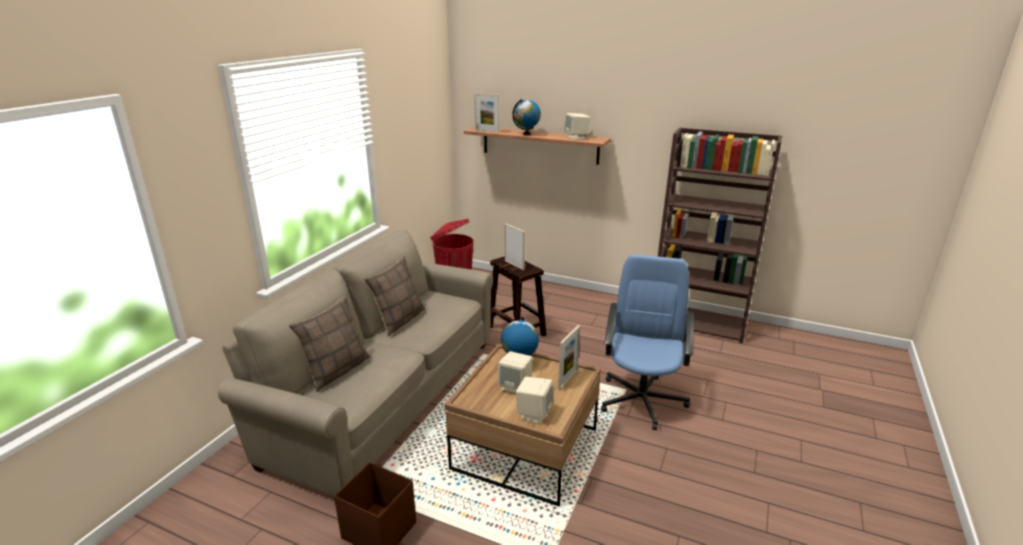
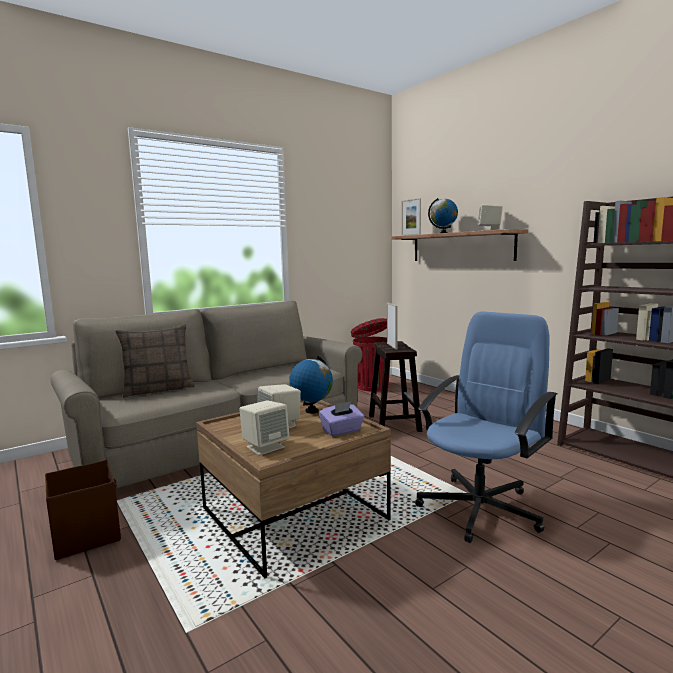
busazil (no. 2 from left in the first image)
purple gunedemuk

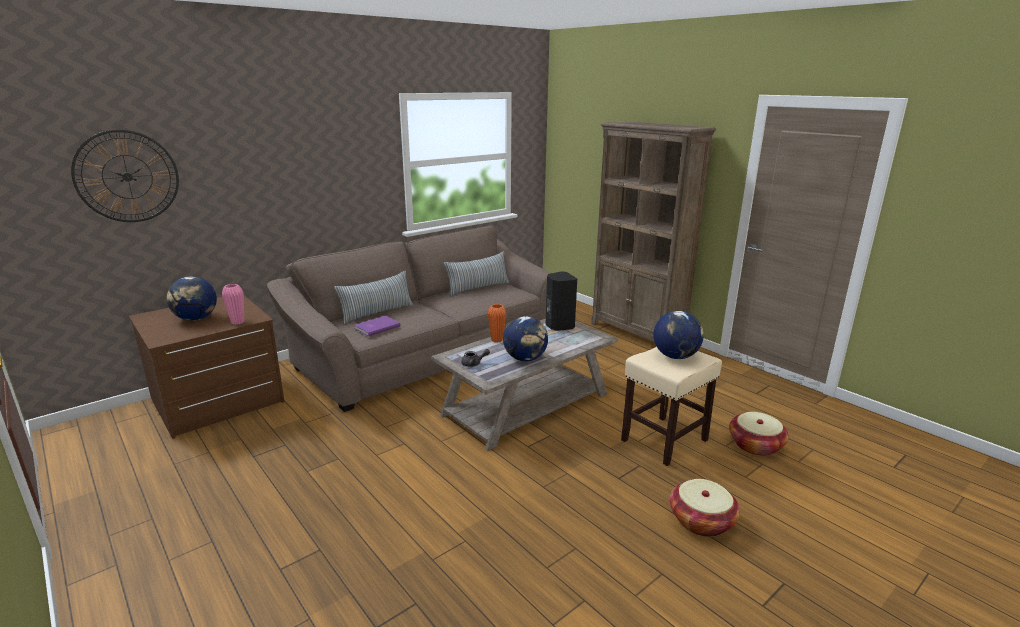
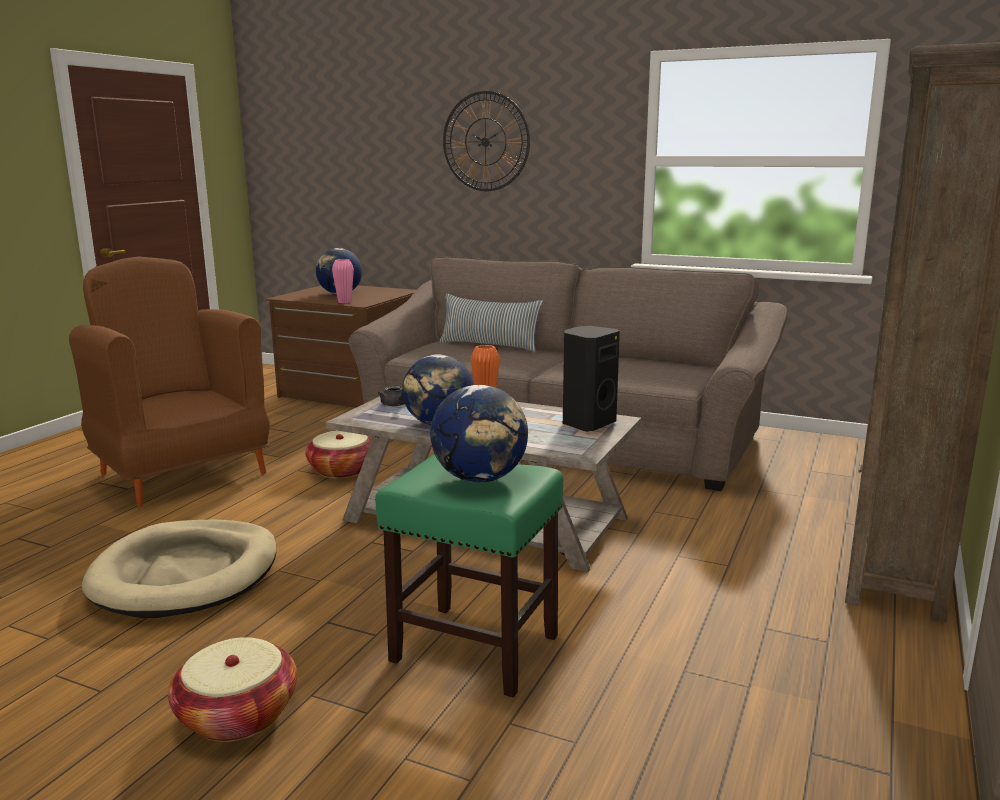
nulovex
busazil (no. 2 from left in the first image)
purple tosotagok
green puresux
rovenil (no. 2 from left)
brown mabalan
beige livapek

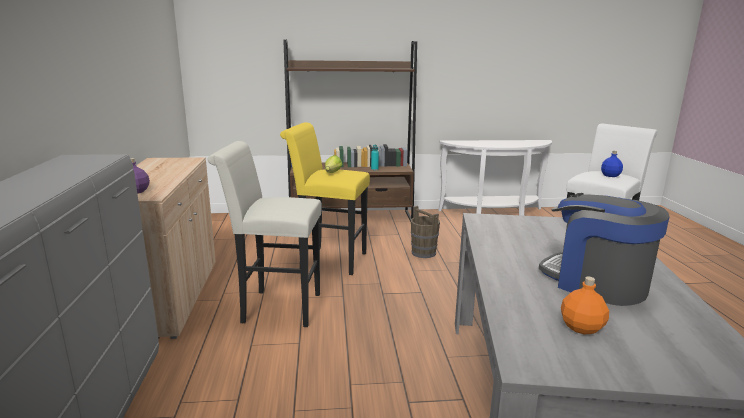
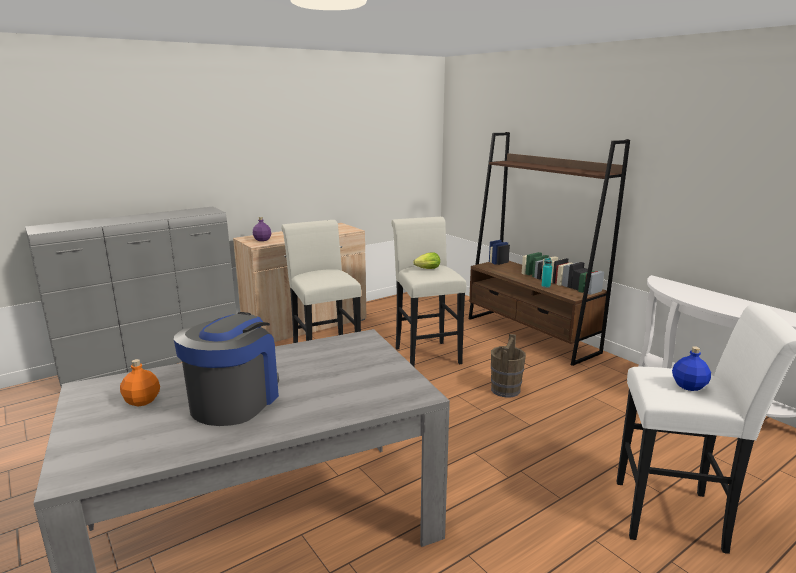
white puresux (no. 2 from left)

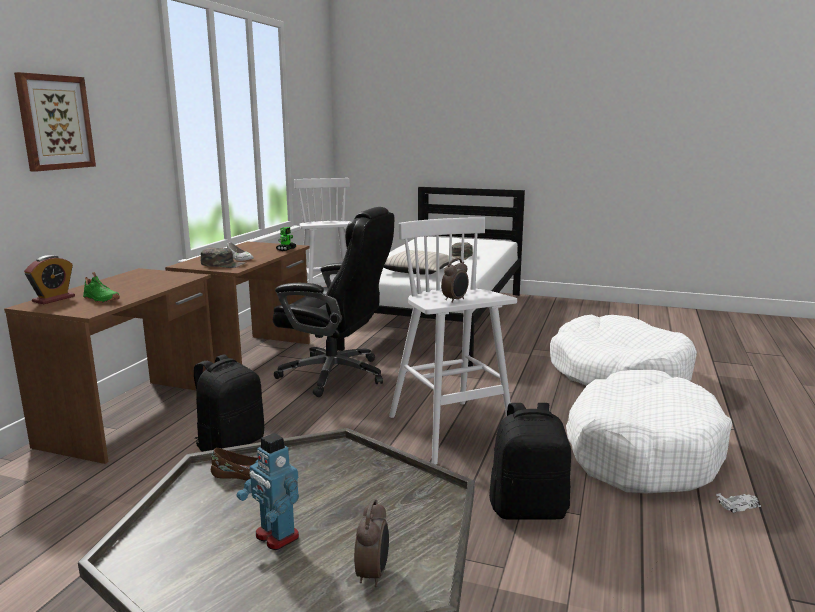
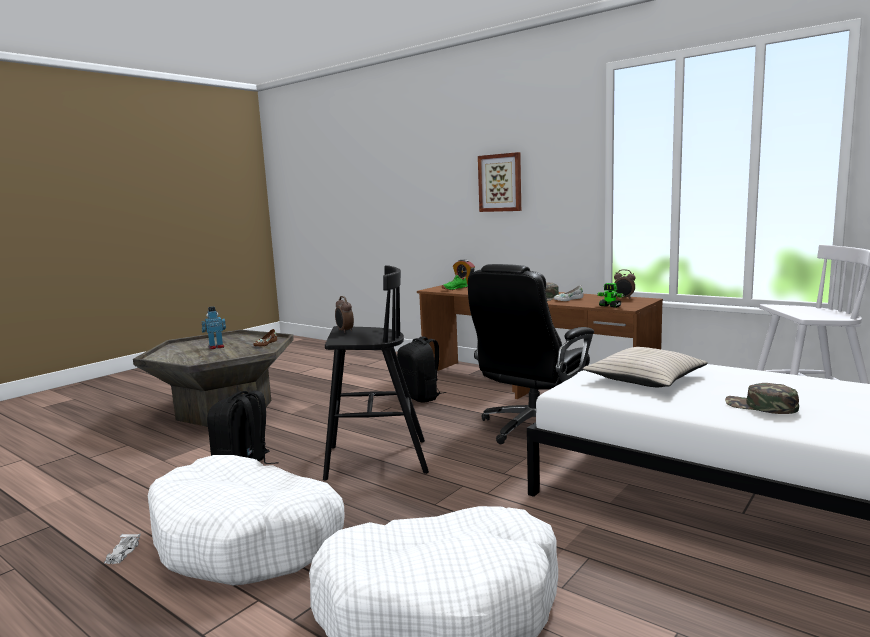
black puresux
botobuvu (no. 3 from left)

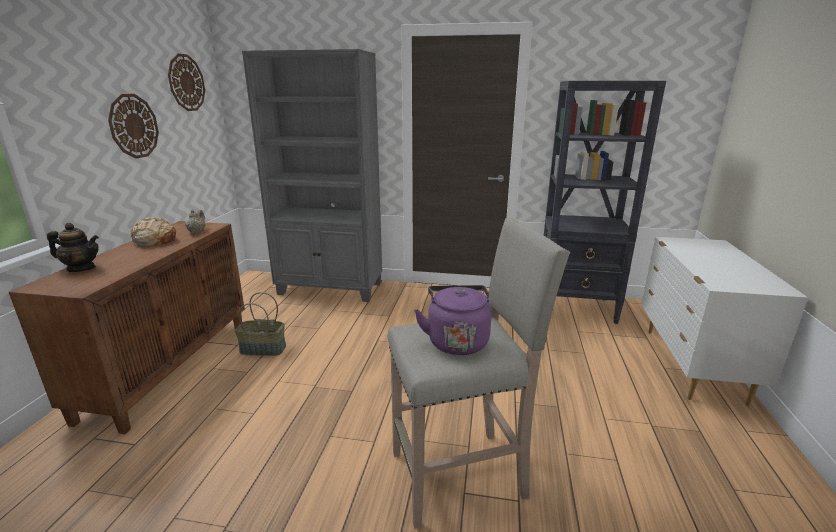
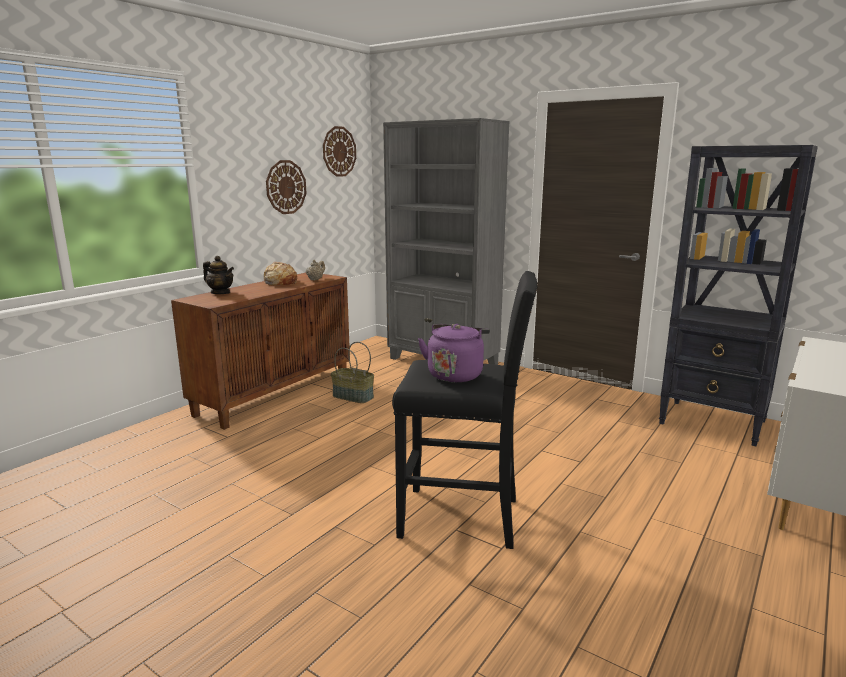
black puresux

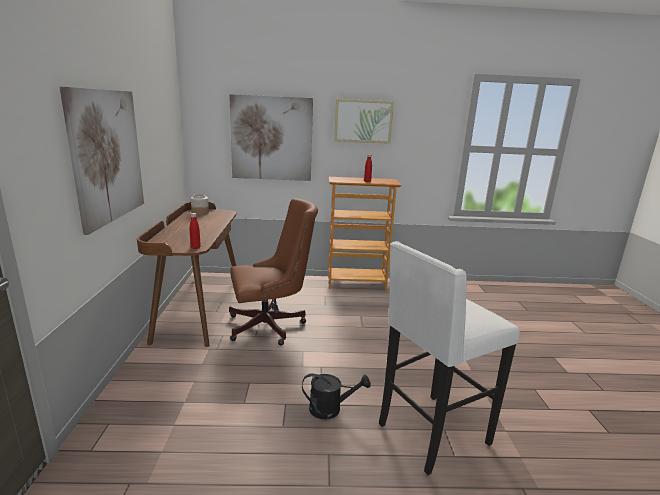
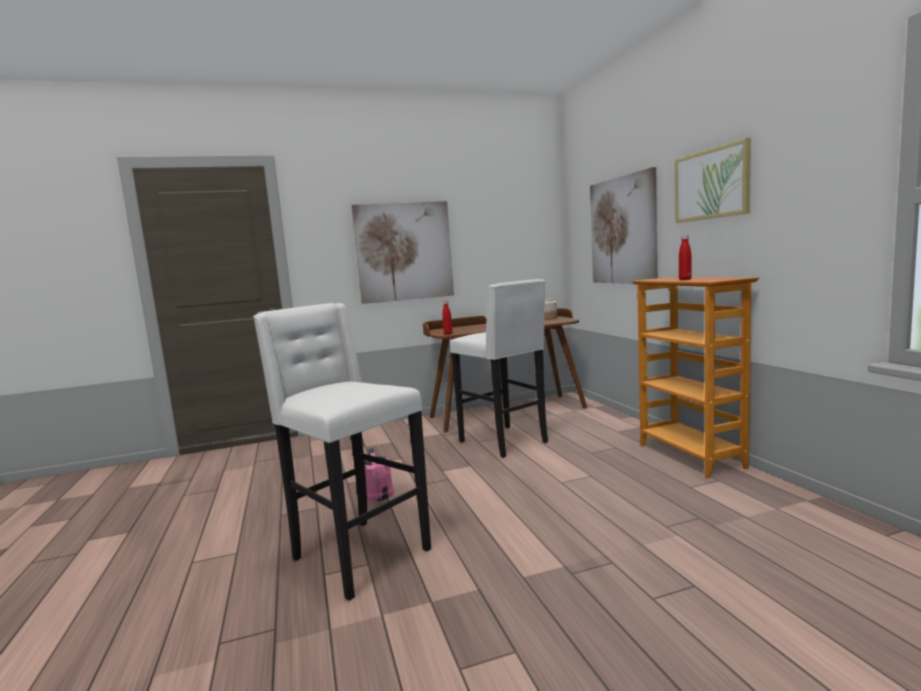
white puresux (no. 2 from left)
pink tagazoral

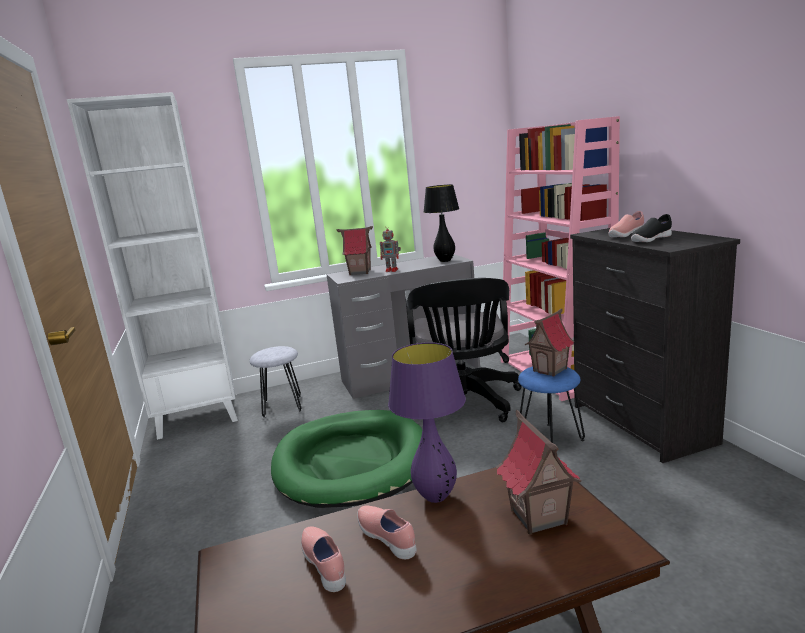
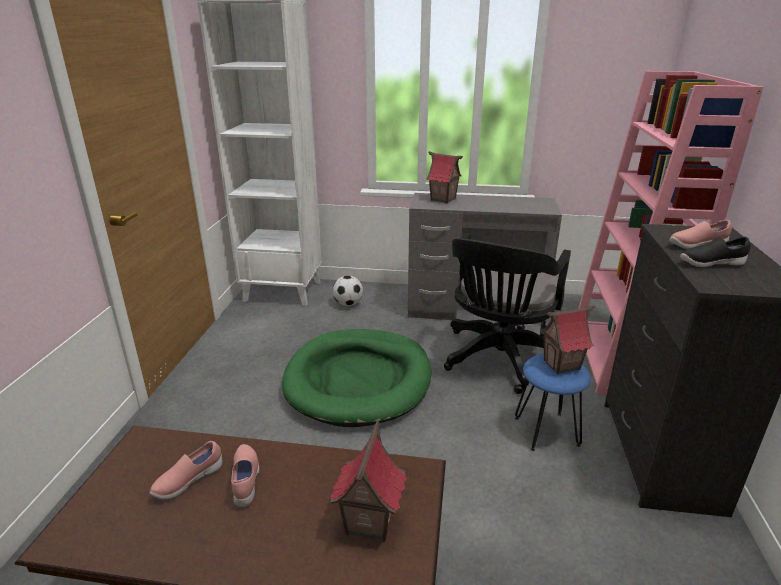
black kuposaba
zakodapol
purple kuposaba
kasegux
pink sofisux (no. 1 from left)

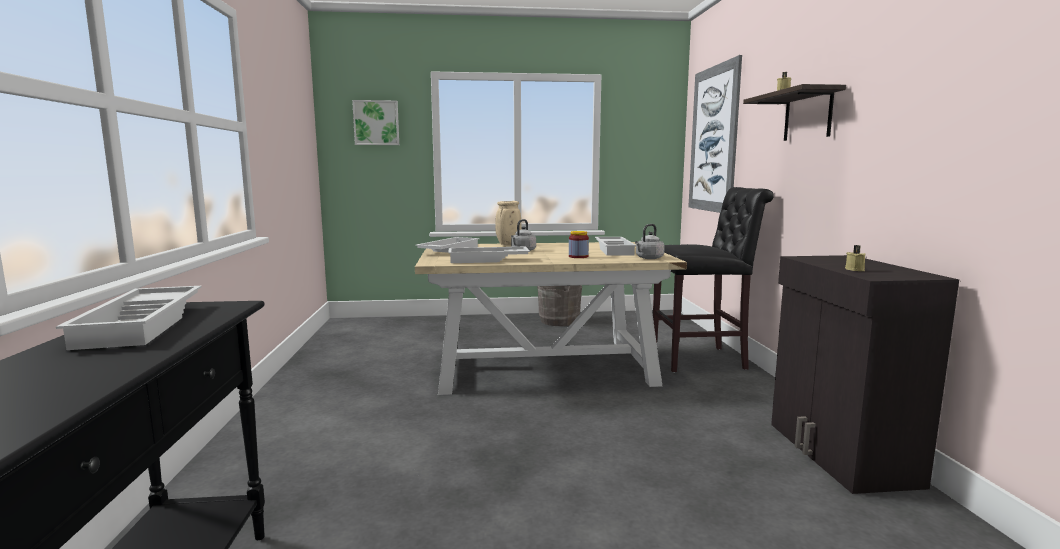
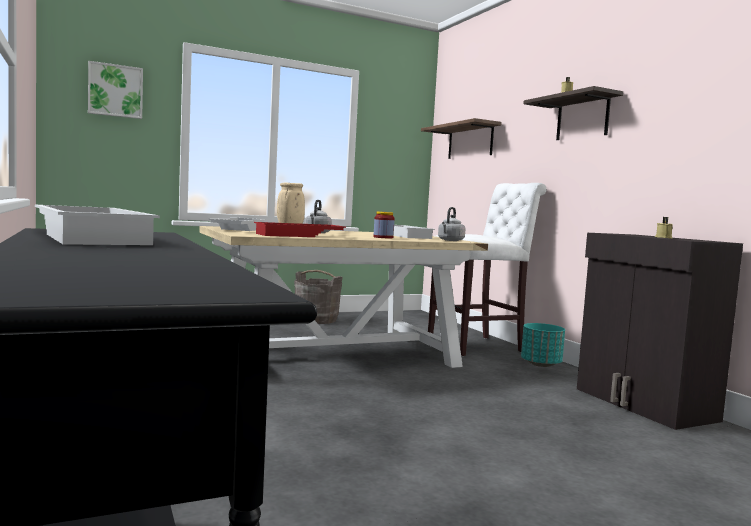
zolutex (no. 1 from left)
white puresux
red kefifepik
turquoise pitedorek

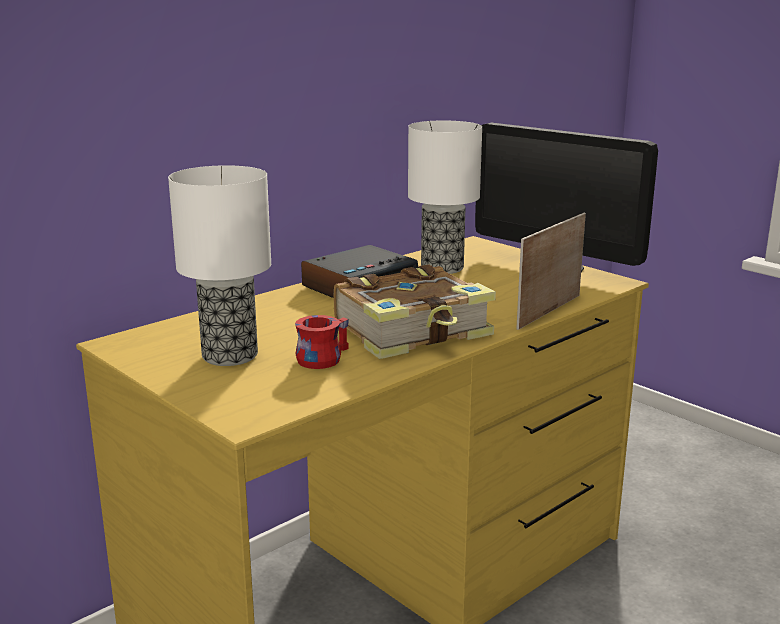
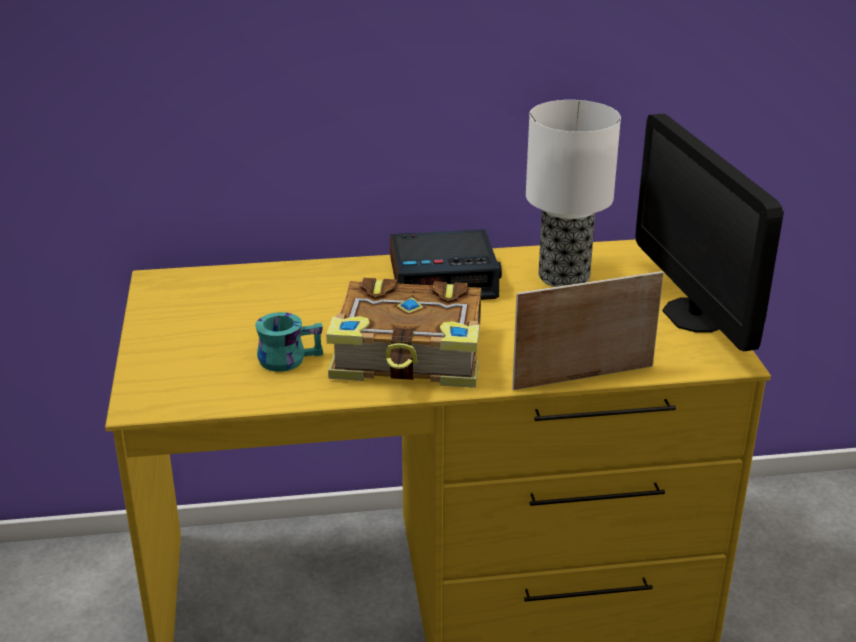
kuposaba (no. 1 from left in the first image)
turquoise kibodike

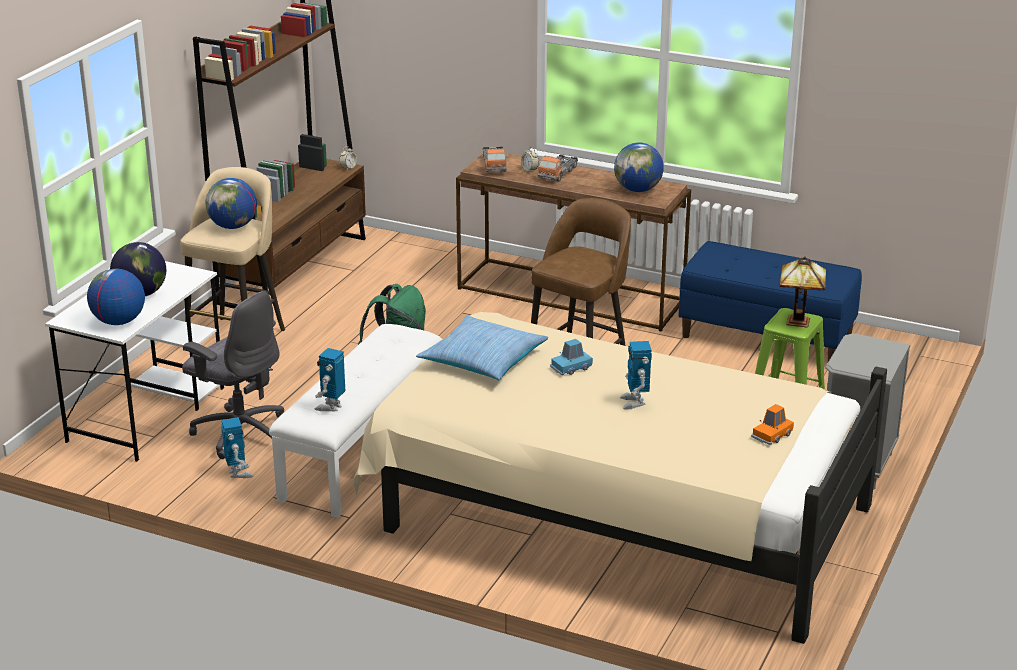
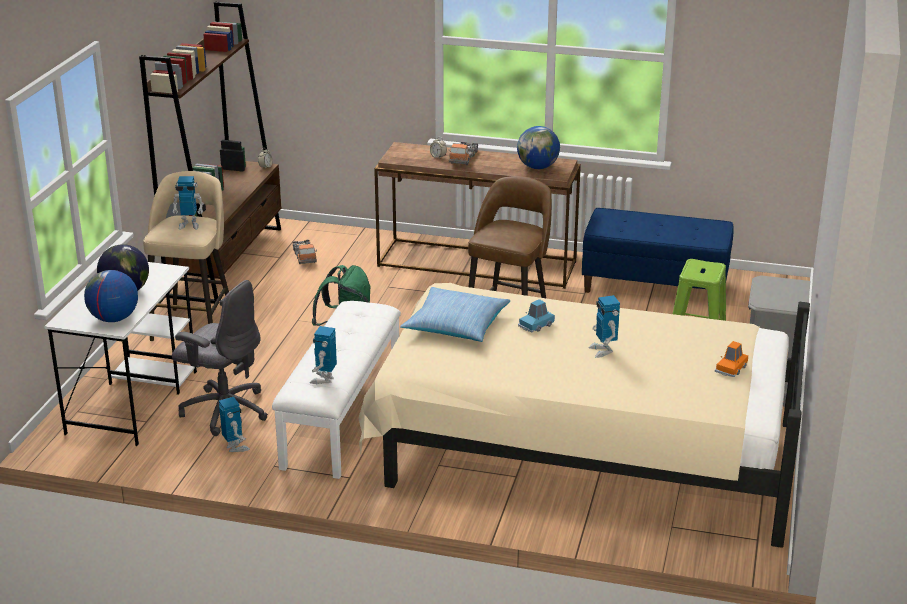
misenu (no. 1 from left)
zakodapol (no. 1 from left)
kuposaba

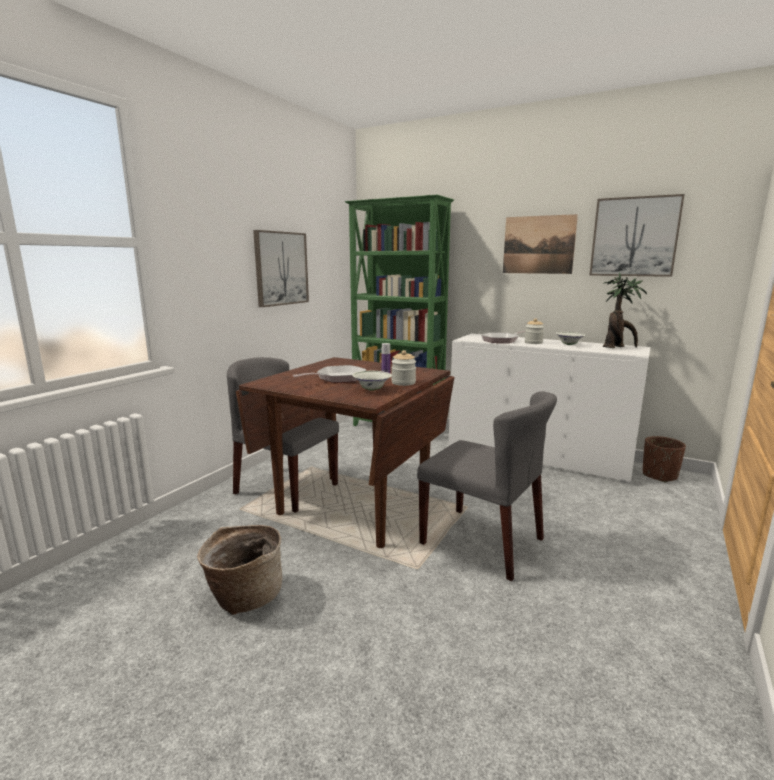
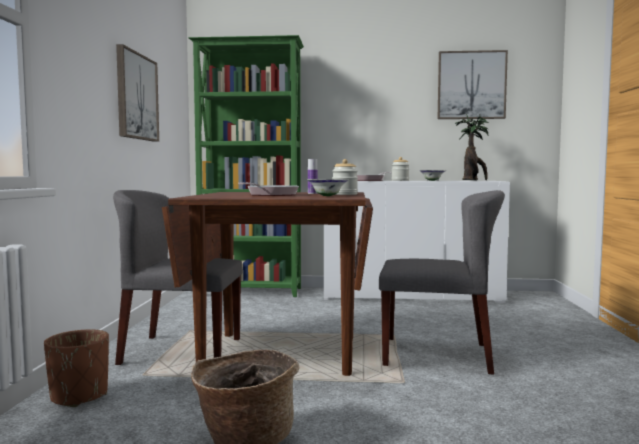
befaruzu (no. 2 from left in the first image)
brown pitedorek

